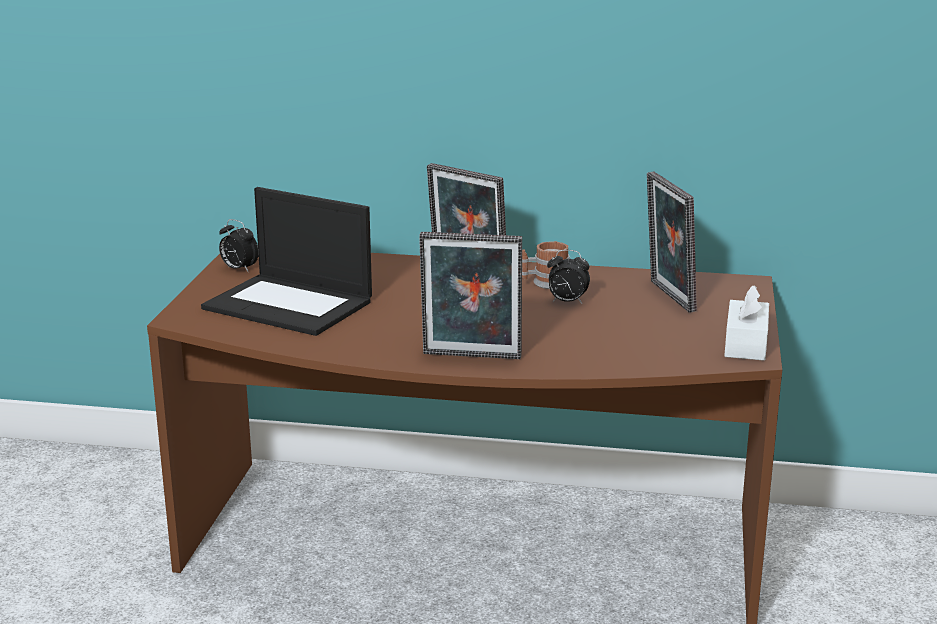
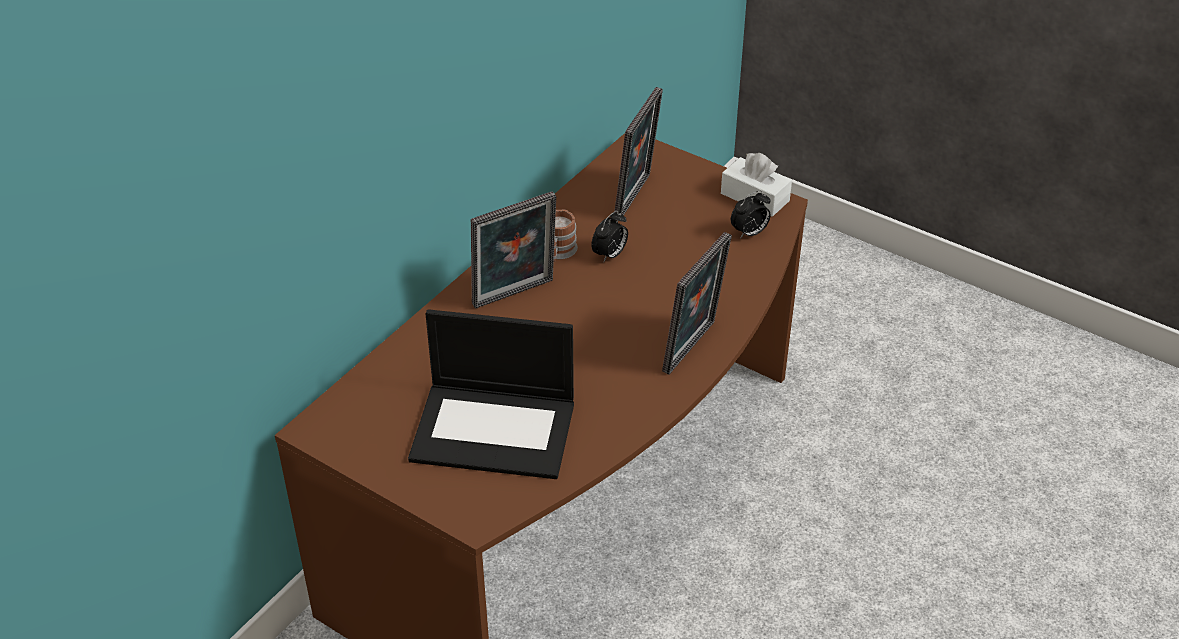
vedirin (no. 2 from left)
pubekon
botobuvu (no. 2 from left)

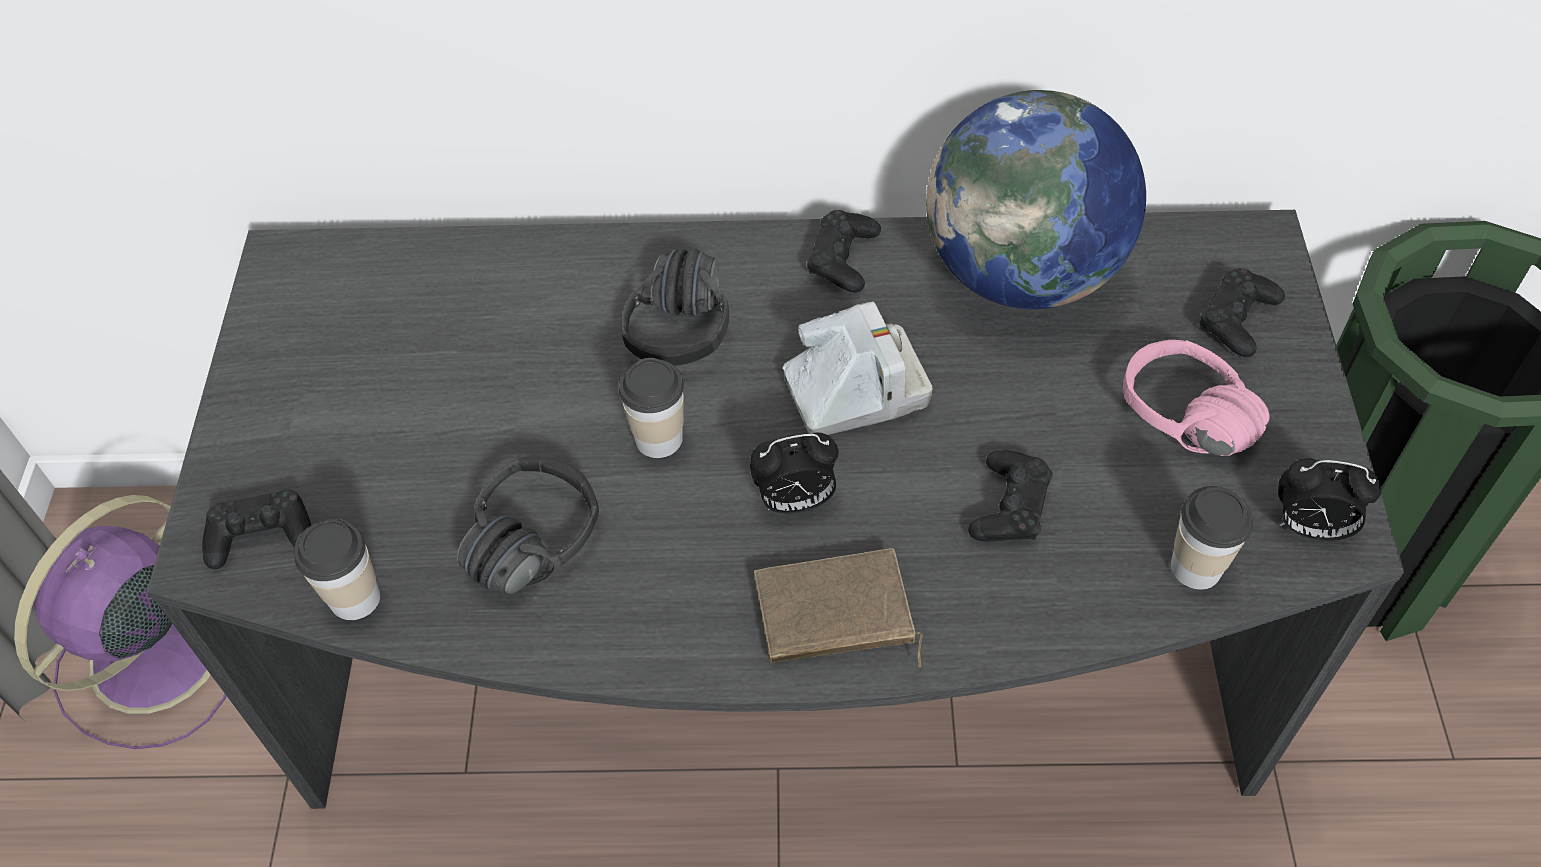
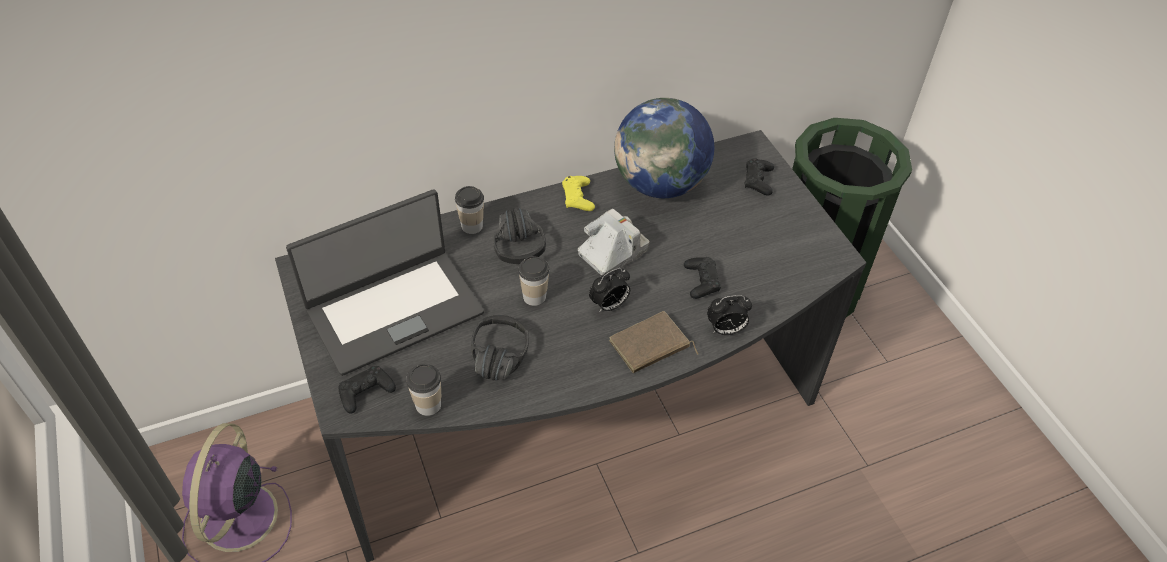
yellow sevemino
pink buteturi
botobuvu (no. 2 from left)
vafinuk (no. 2 from left)
pubekon

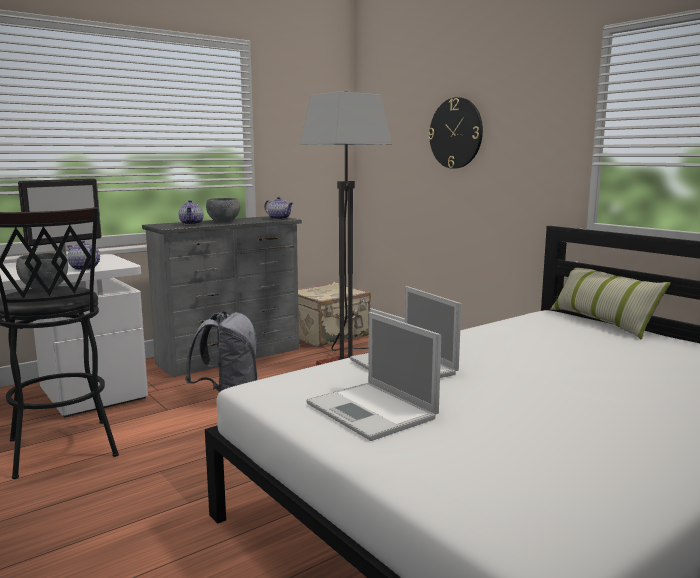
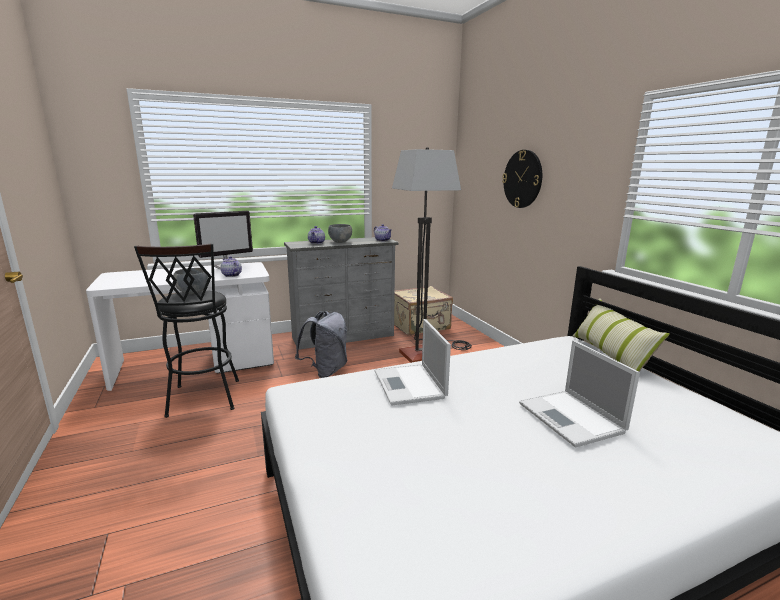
pubekon (no. 2 from left)

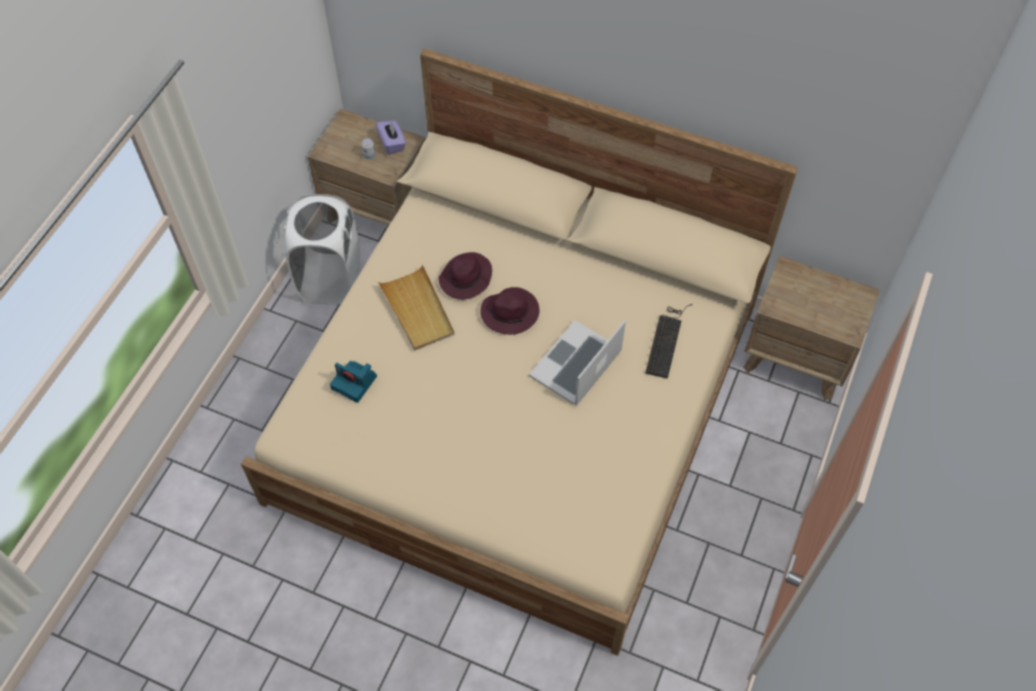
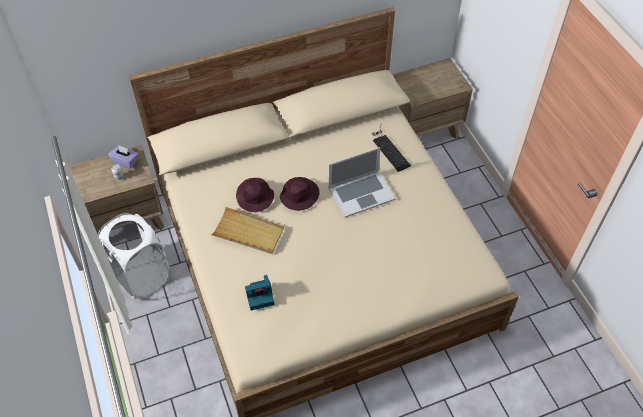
pubekon

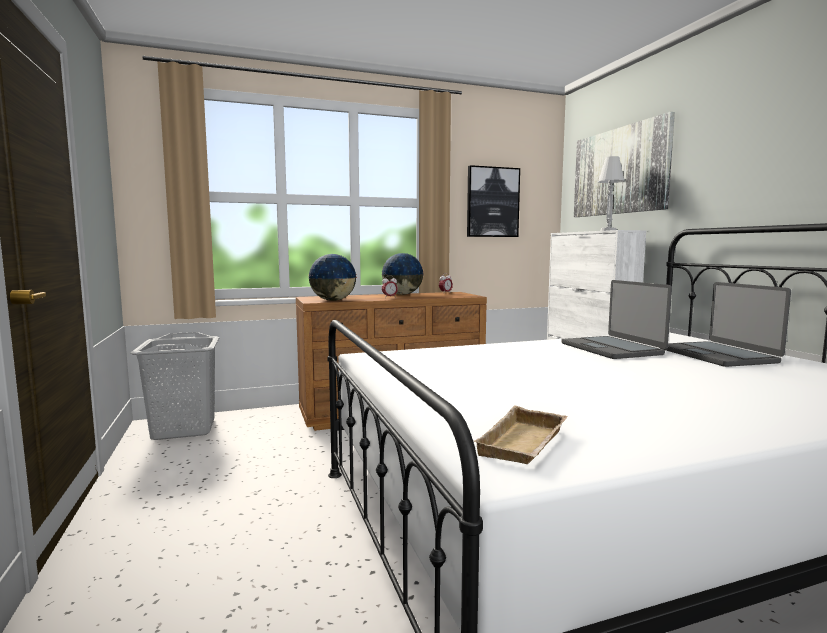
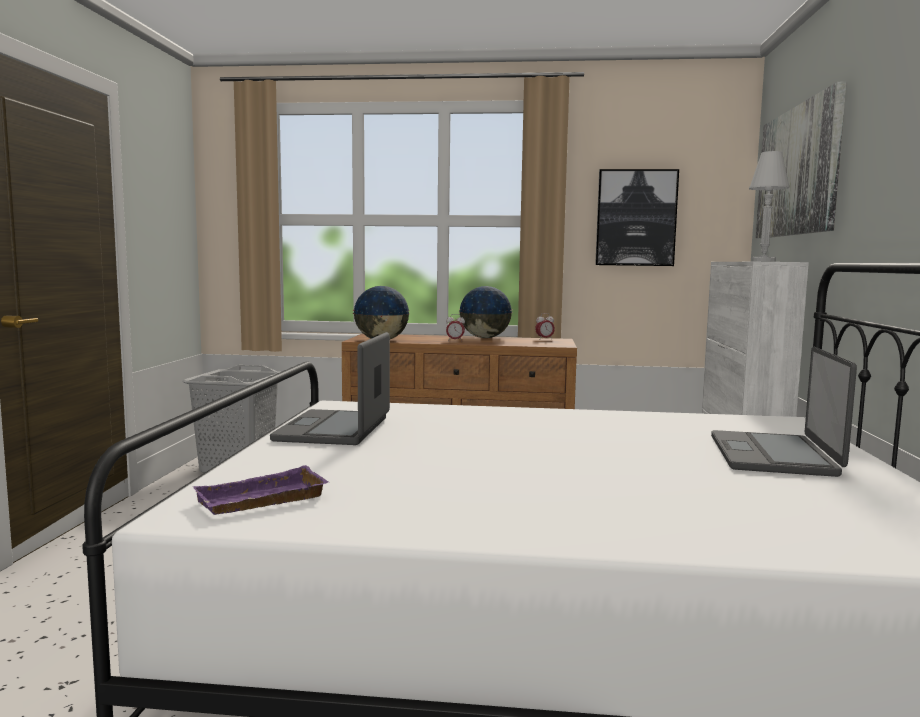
pubekon (no. 1 from left)
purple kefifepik

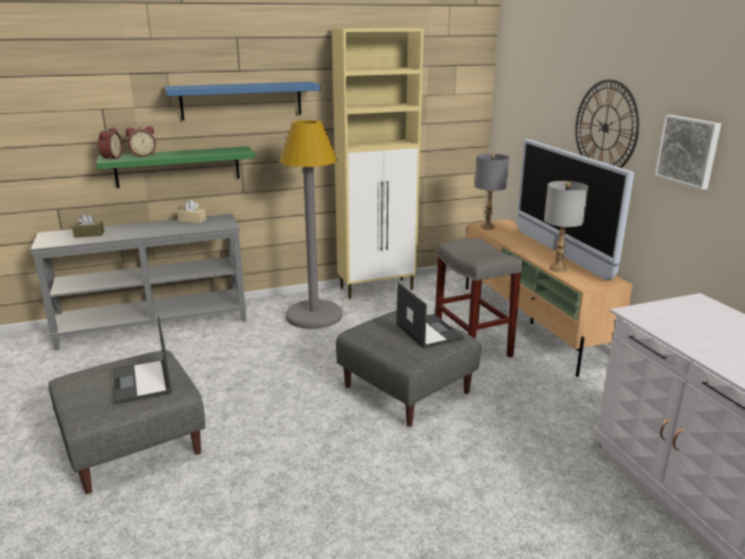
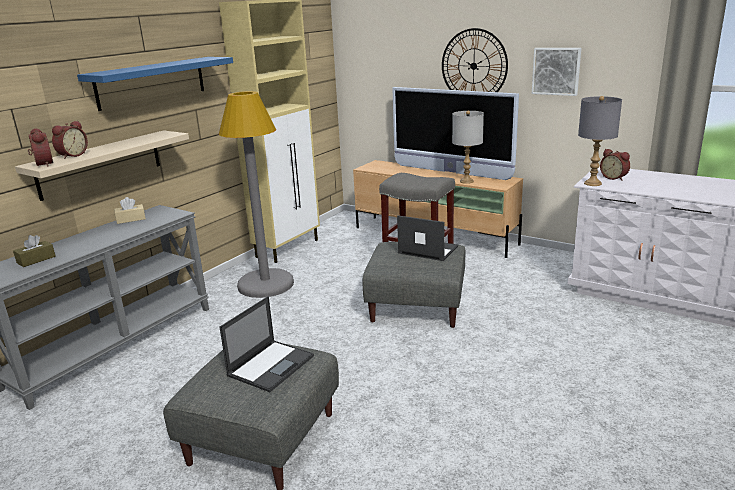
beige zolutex
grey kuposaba (no. 2 from left)
pubekon (no. 1 from left)
botobuvu (no. 3 from left)

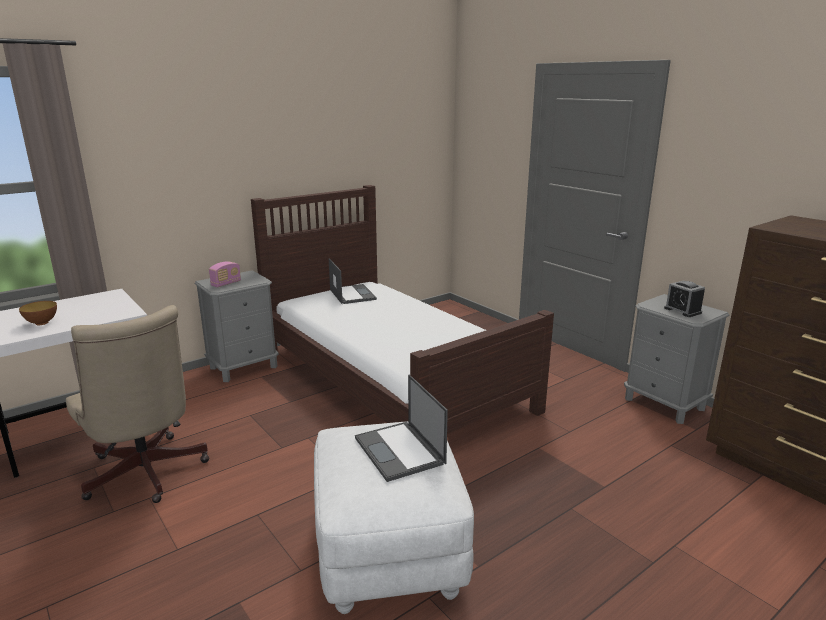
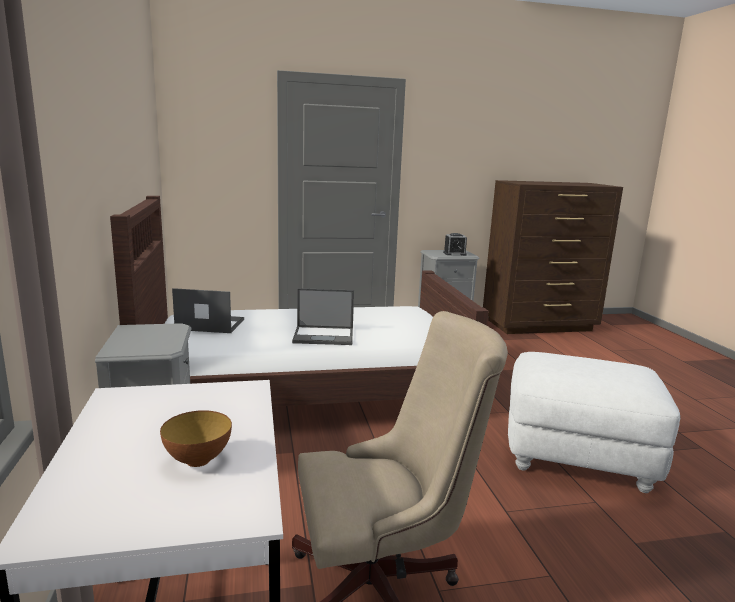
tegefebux
pubekon (no. 2 from left)

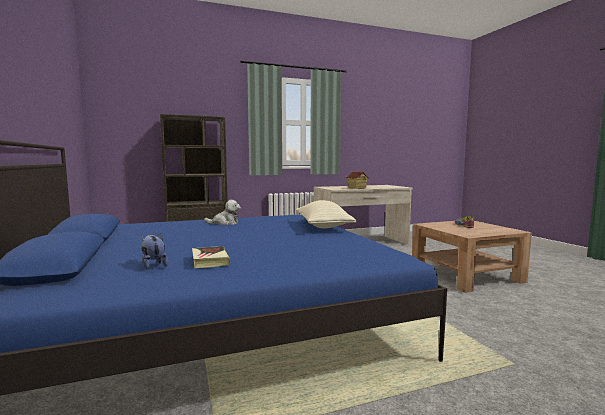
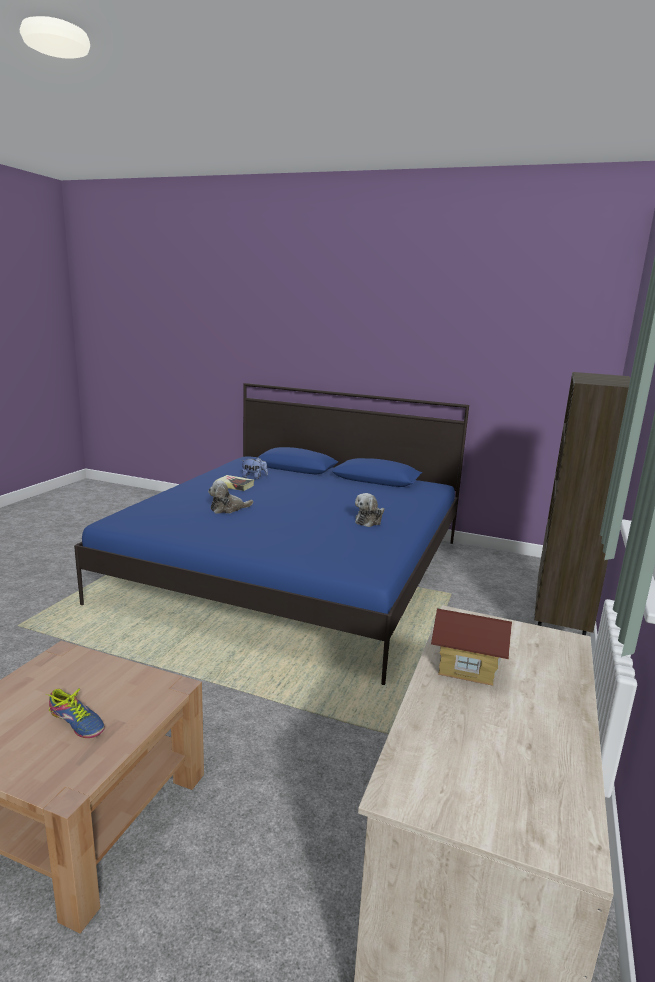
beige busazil
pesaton (no. 1 from left)

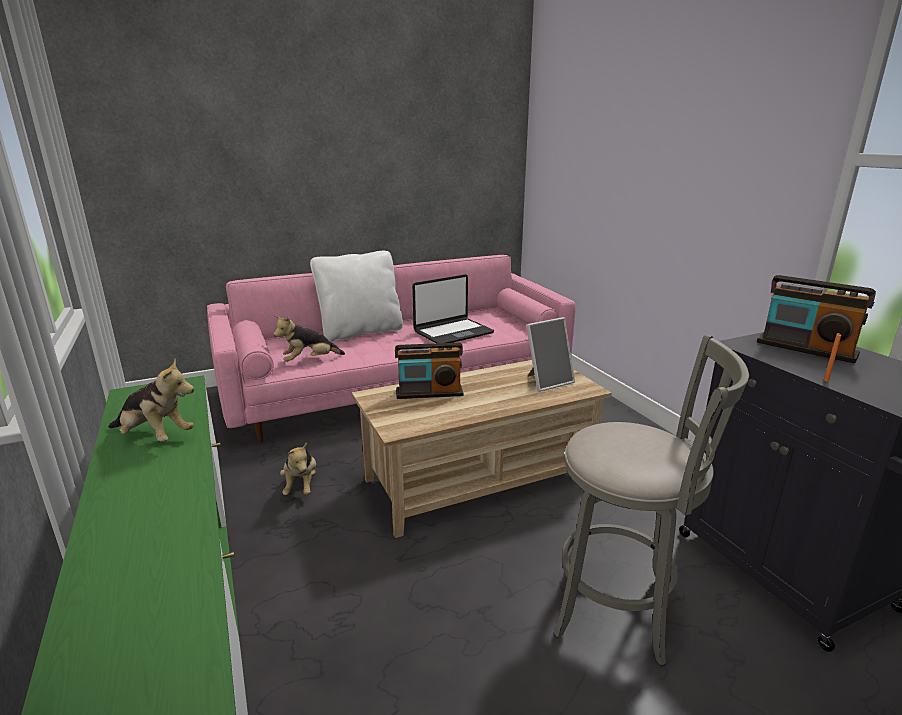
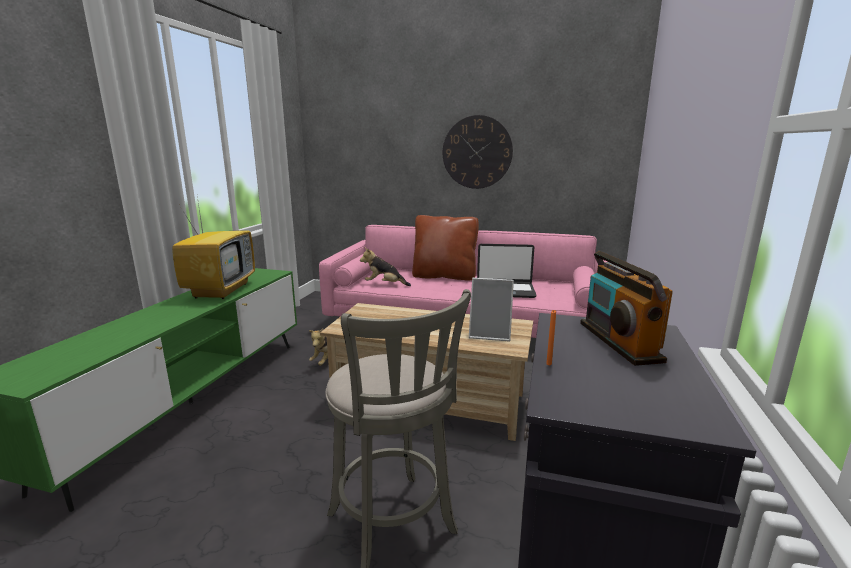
brown busazil
tegefebux (no. 1 from left in the first image)
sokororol
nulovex

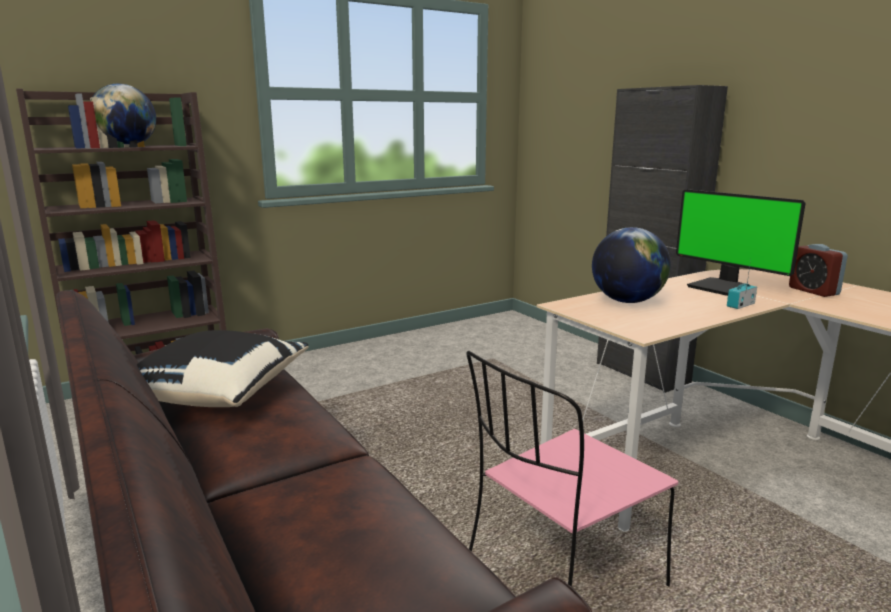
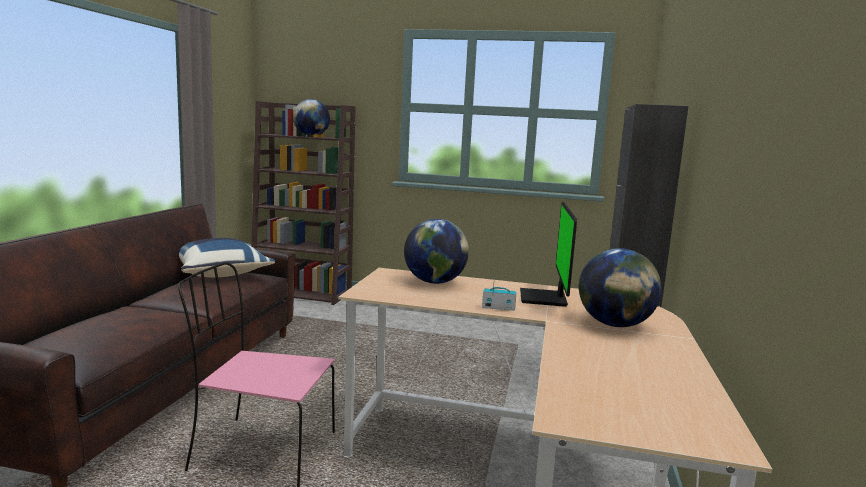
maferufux (no. 3 from left)
blue busazil

